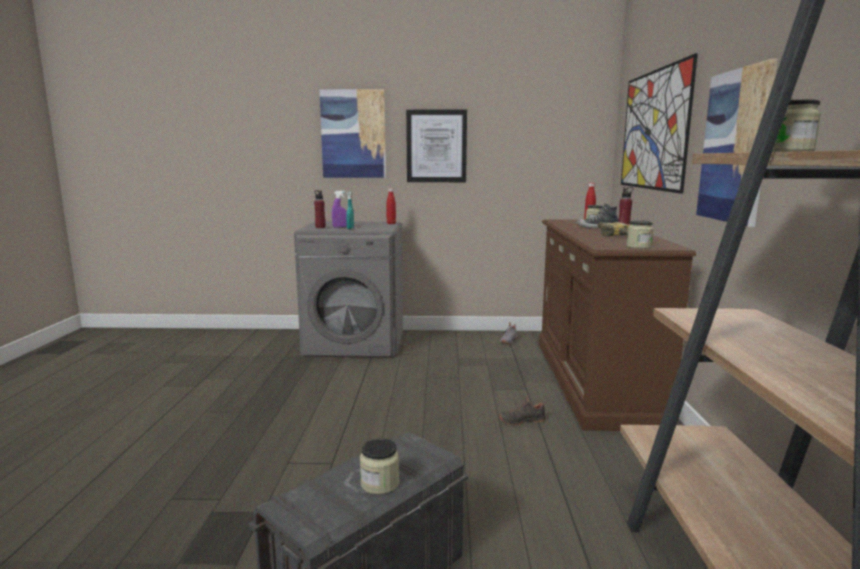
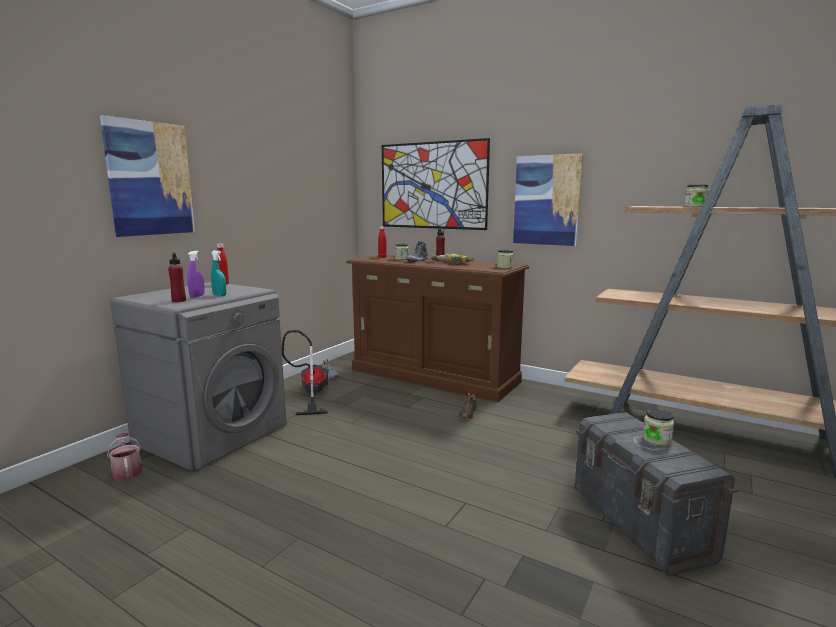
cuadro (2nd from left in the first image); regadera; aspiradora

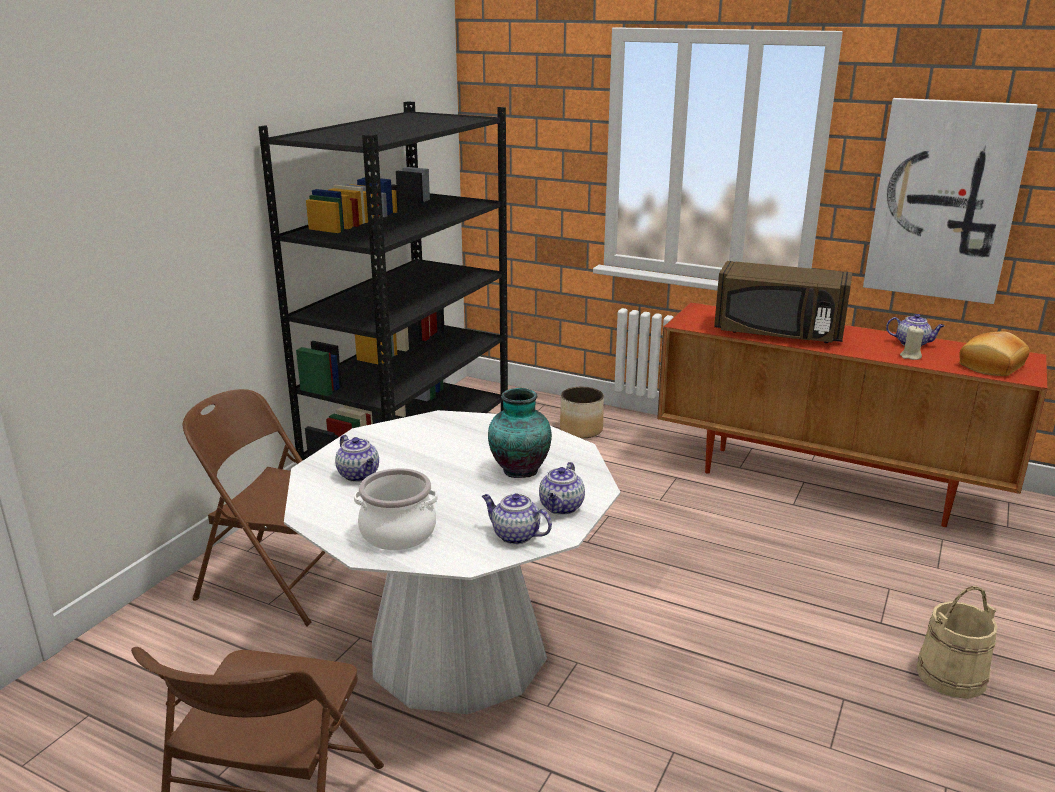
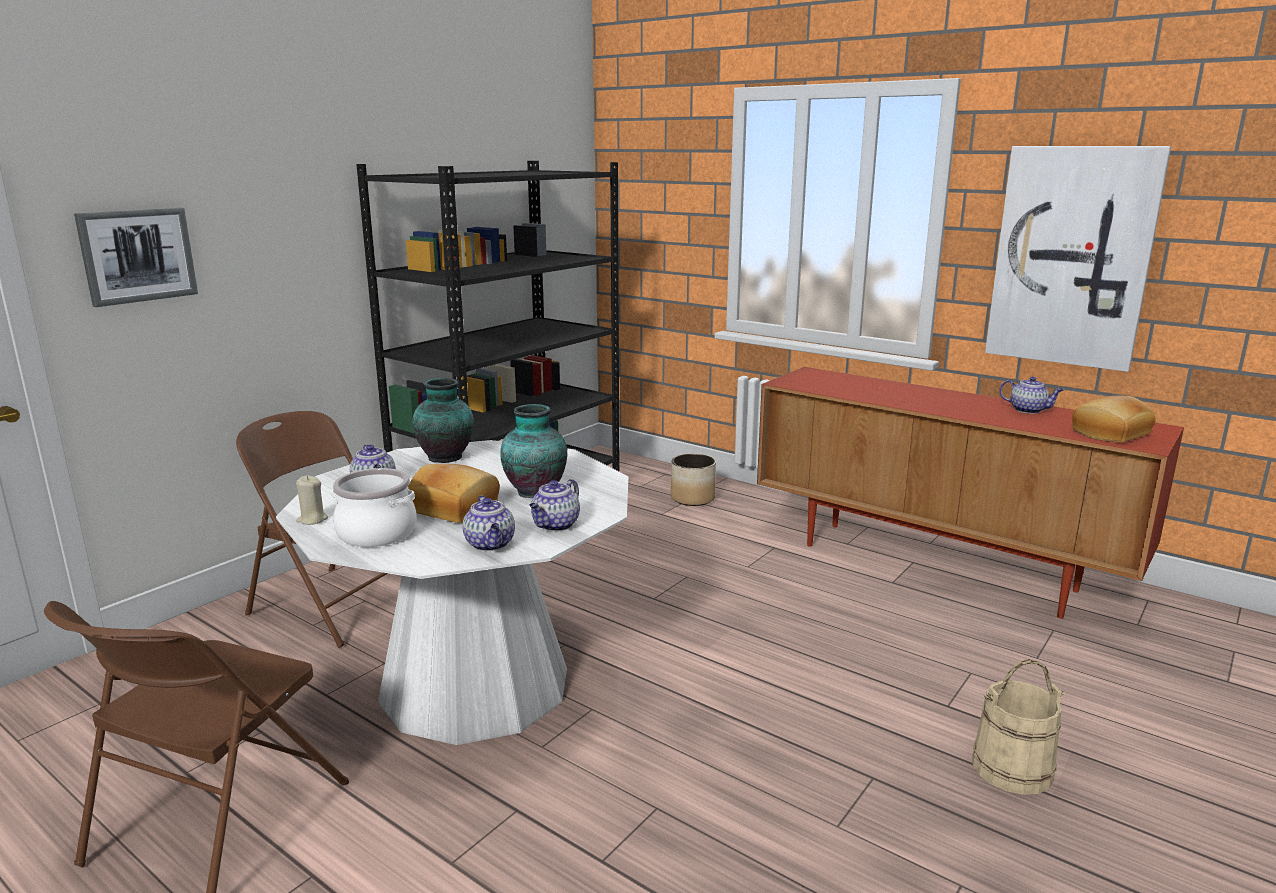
microondas/marrón; cuadro (1st from left); pan (1st from left); florero (1st from left); vela/beis; tetera (2nd from left)

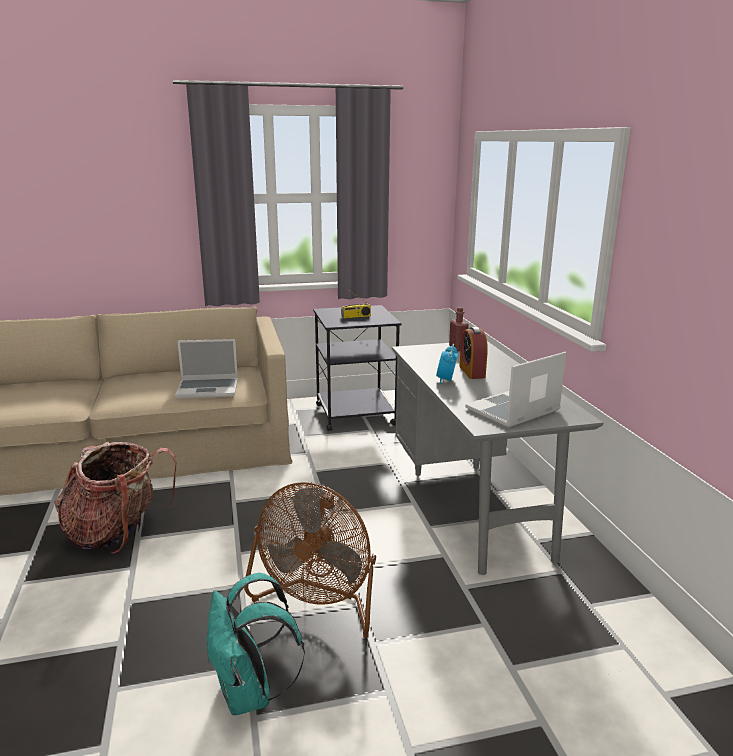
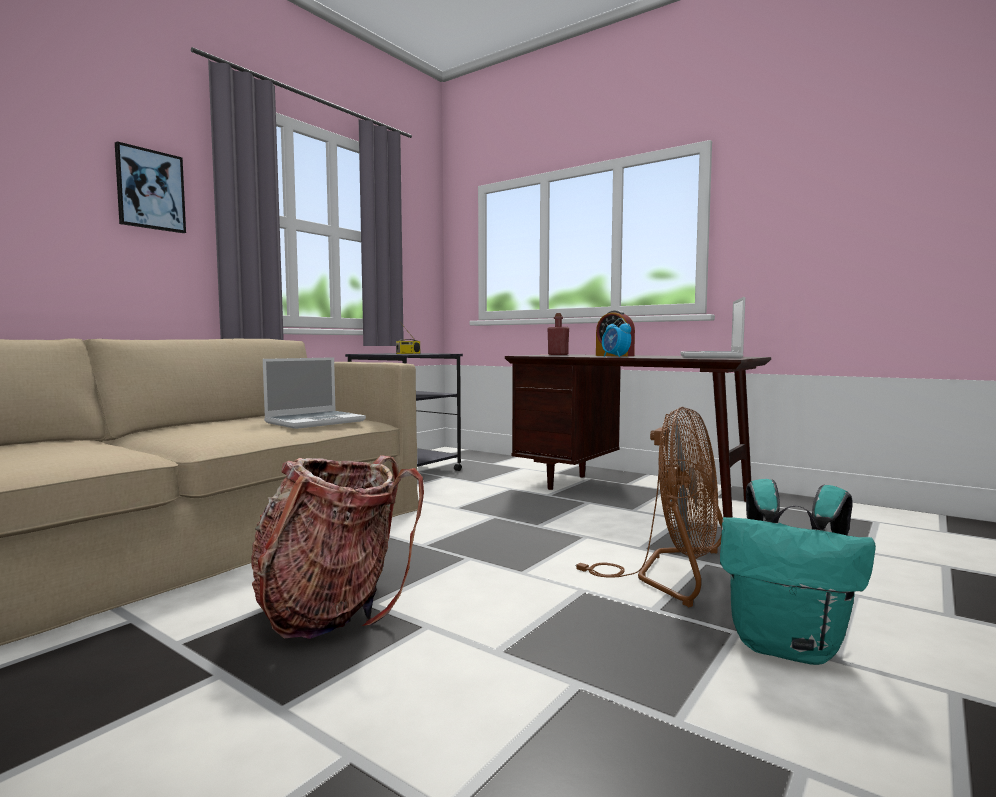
cuadro; escritorio/marrón; ventilador/marrón

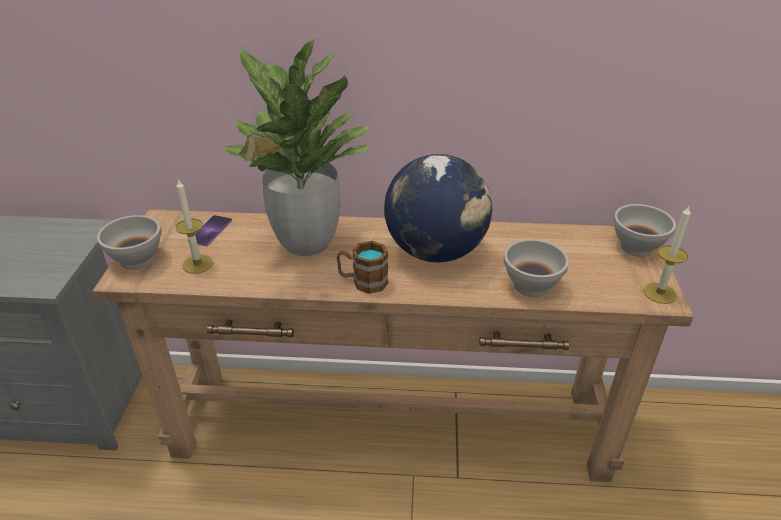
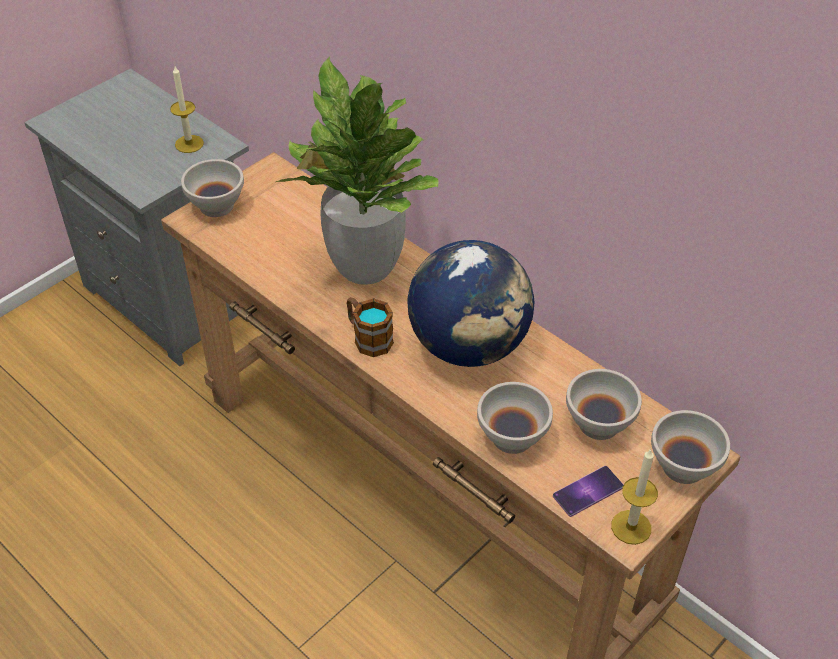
cuenco/blanco (3rd from left); vela (1st from left); móvil

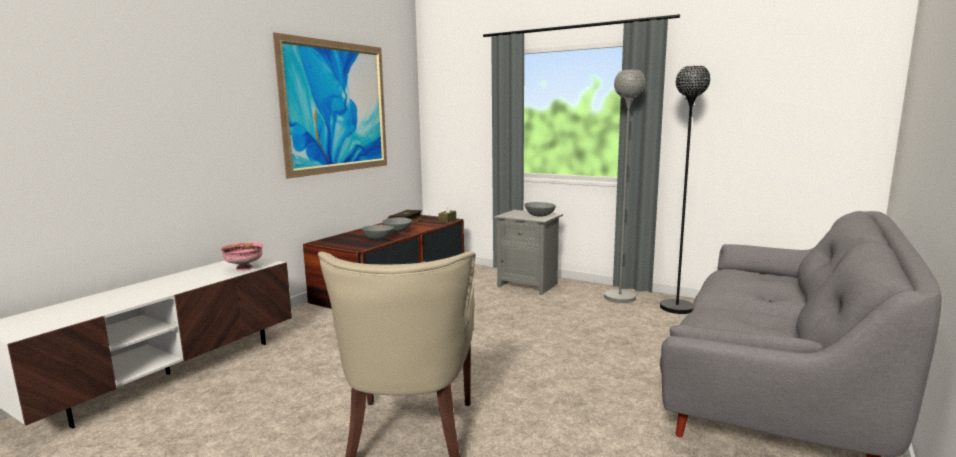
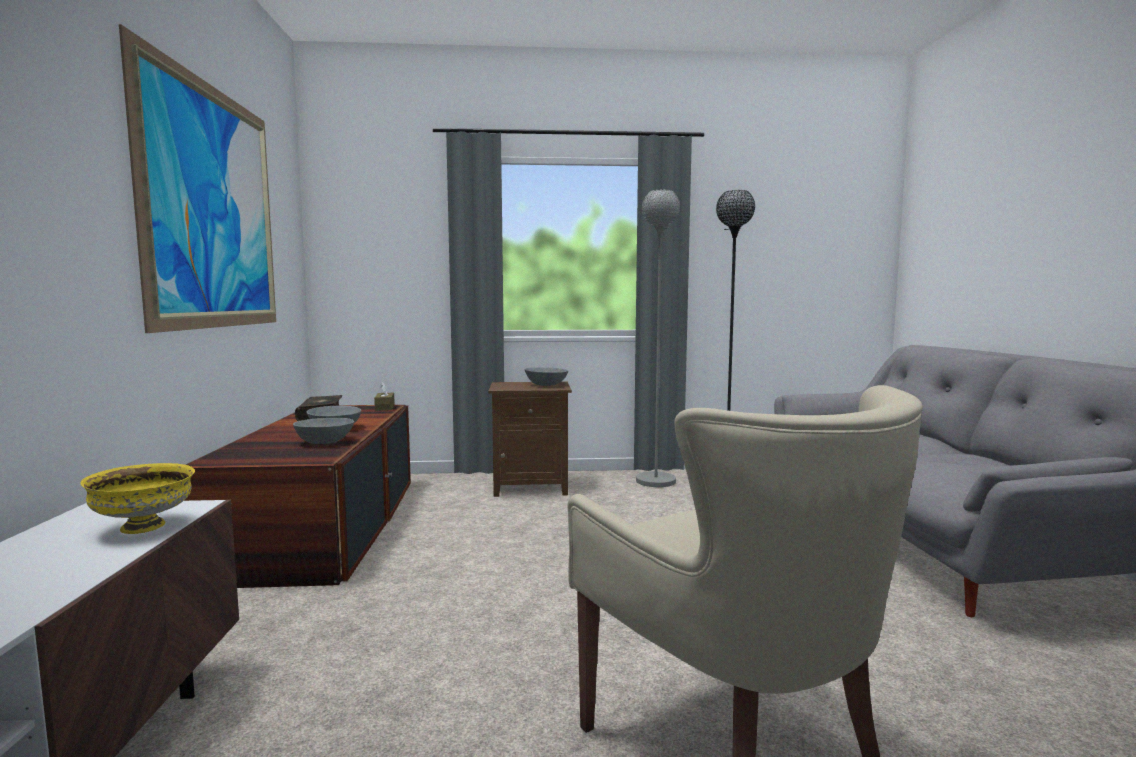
cuenco/amarillo; mesita de noche/marrón

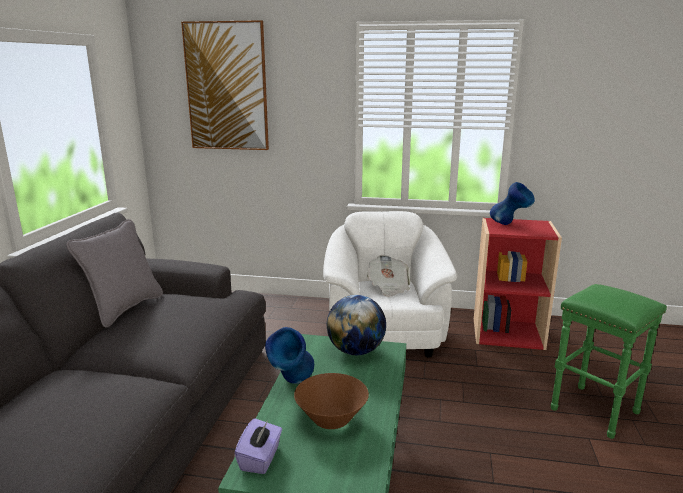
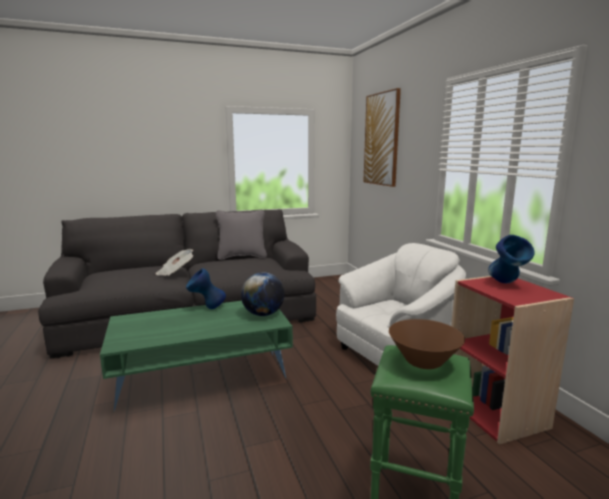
caja de pañuelos/morado; cuenco/marrón; periódico

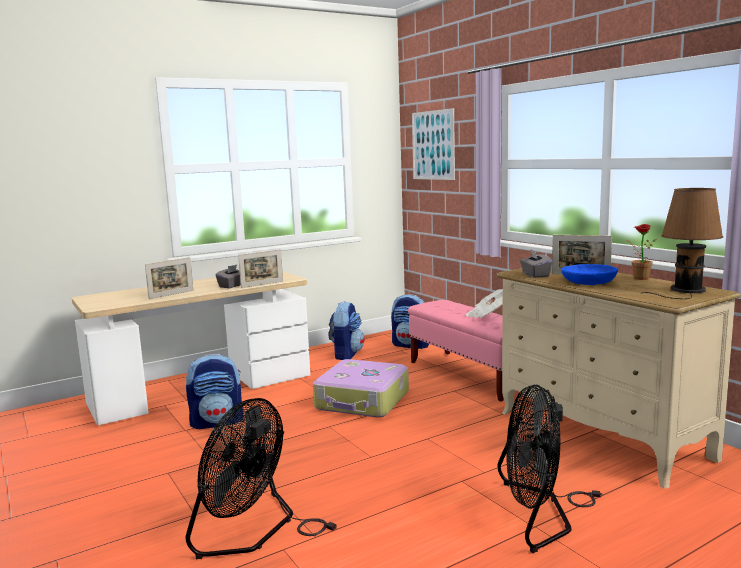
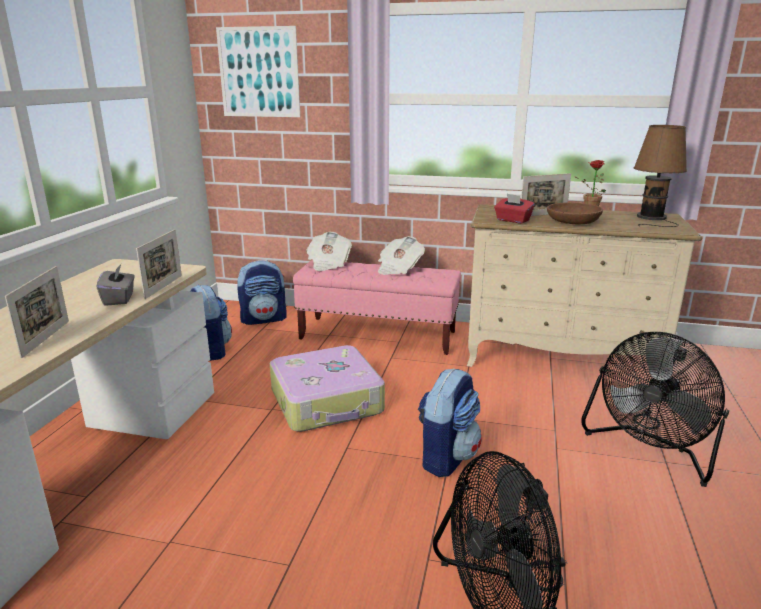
periódico (1st from left); mochila (3rd from left); caja de pañuelos/rojo; cuenco/marrón

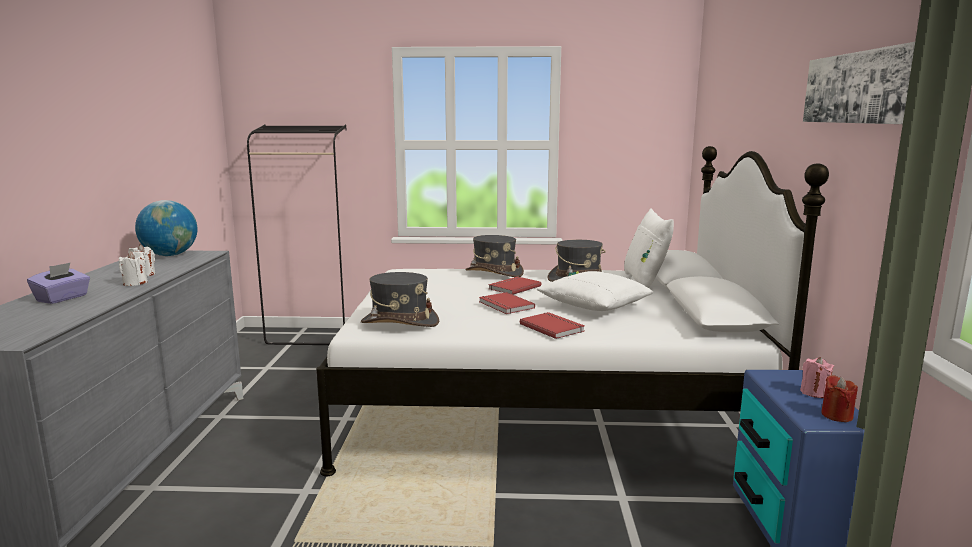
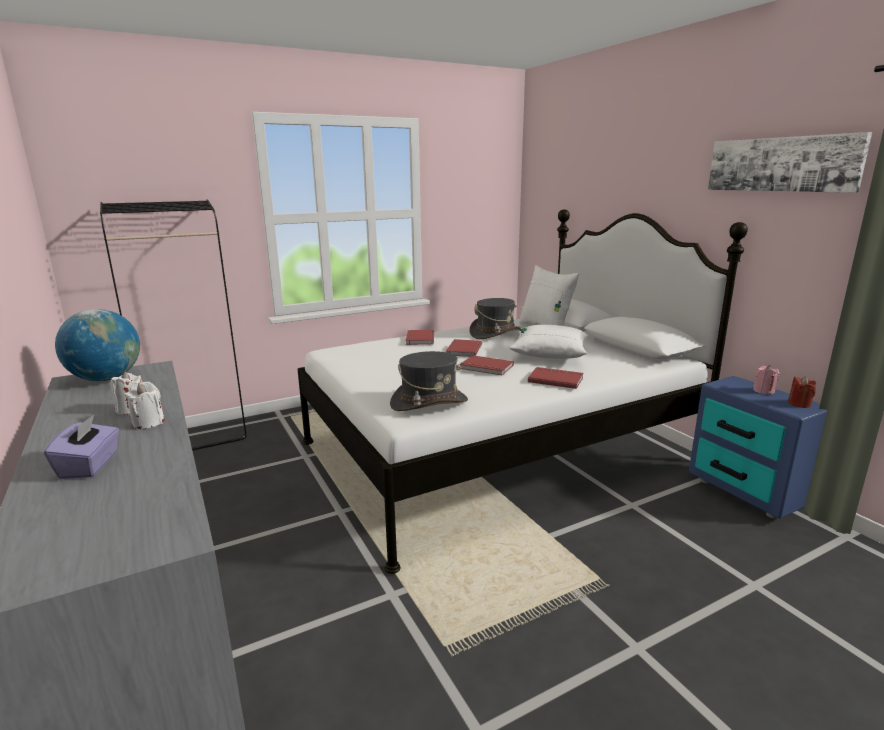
libro/rojo (1st from left)

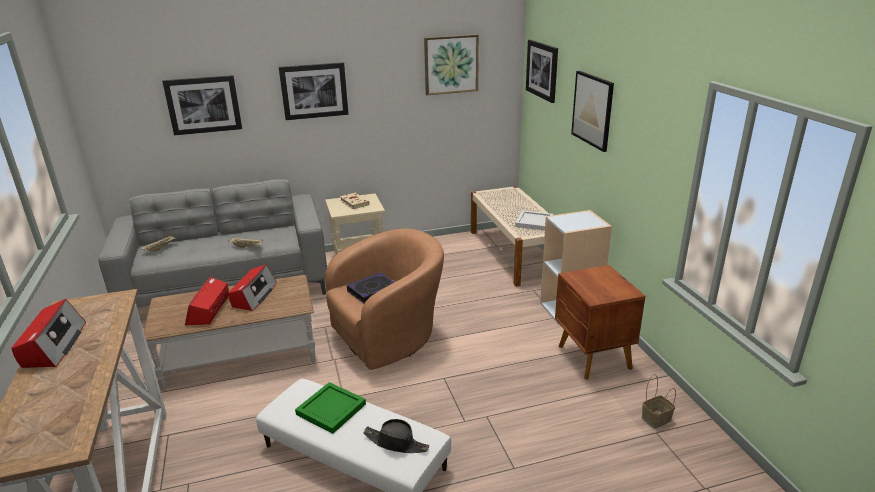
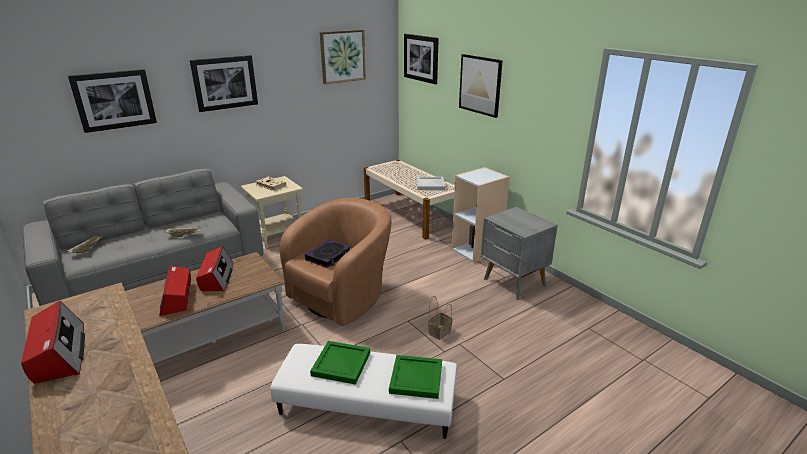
cesta; bandeja/verde (2nd from left); mesita de noche/gris

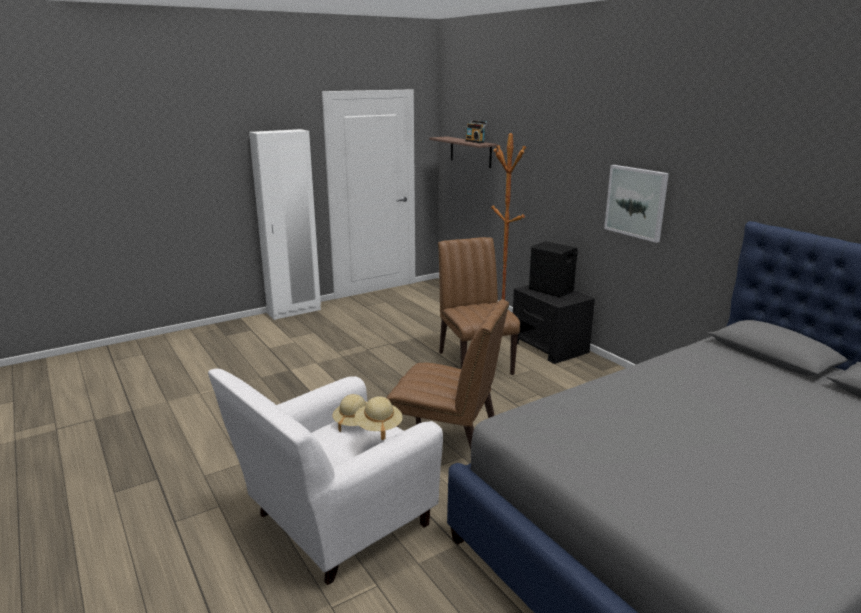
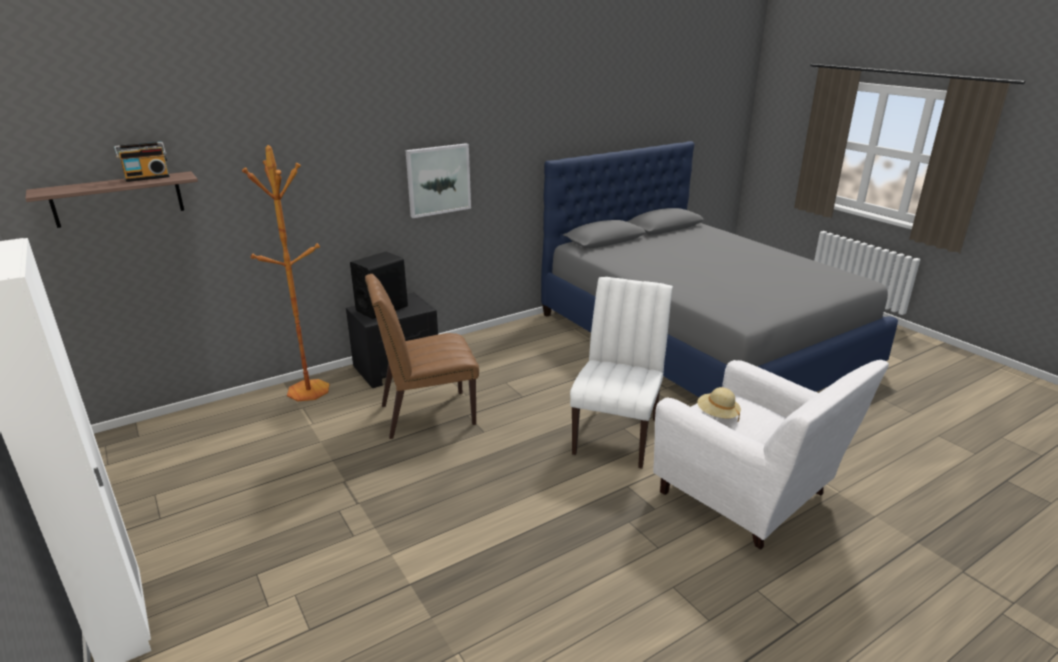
sombrero/beis (2nd from left in the first image); silla/blanco

